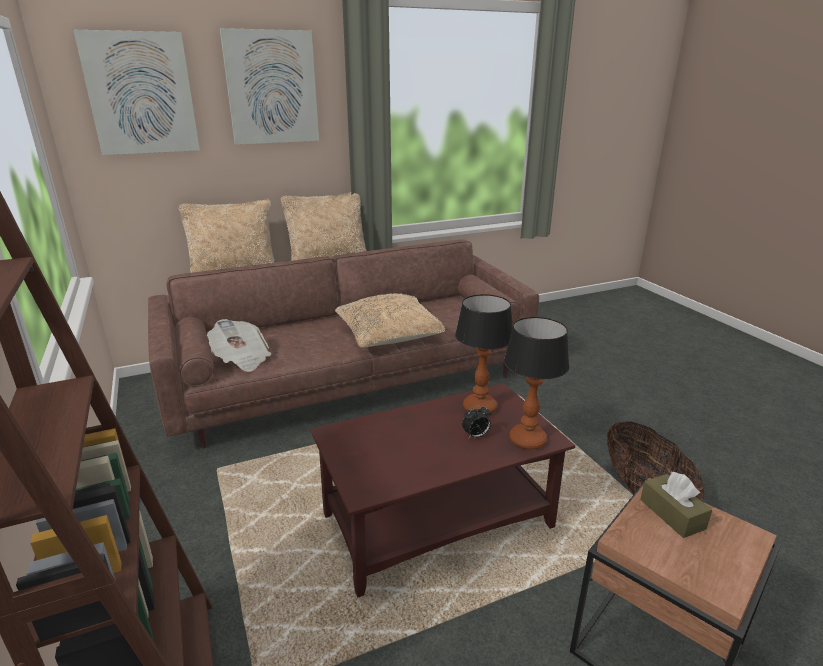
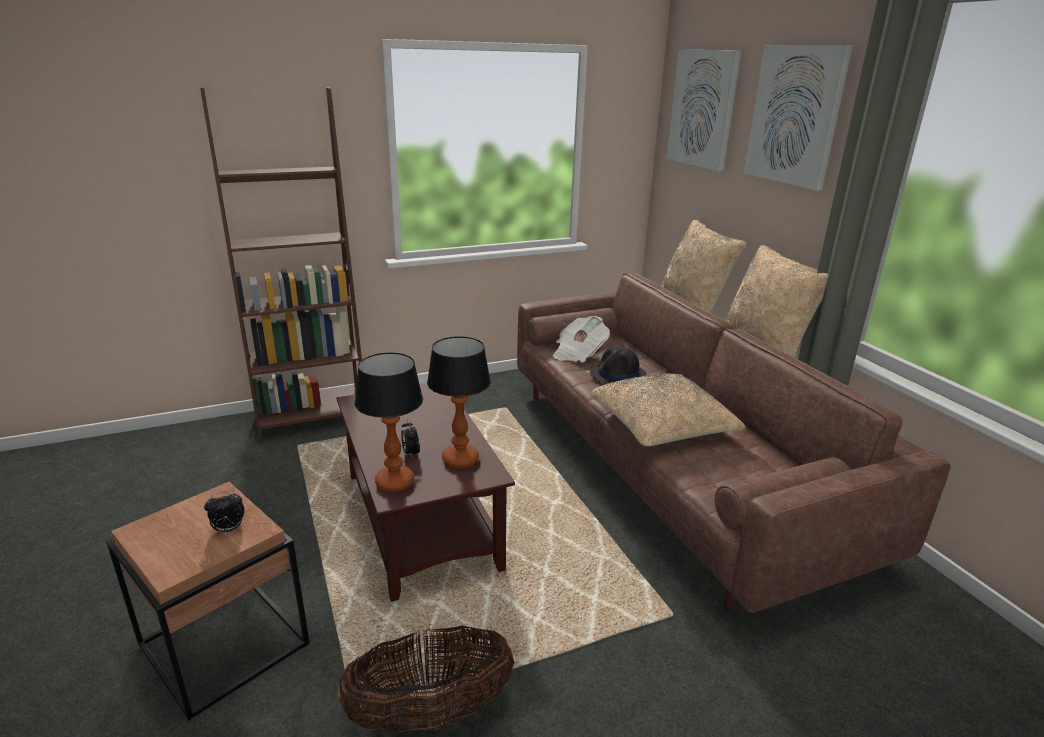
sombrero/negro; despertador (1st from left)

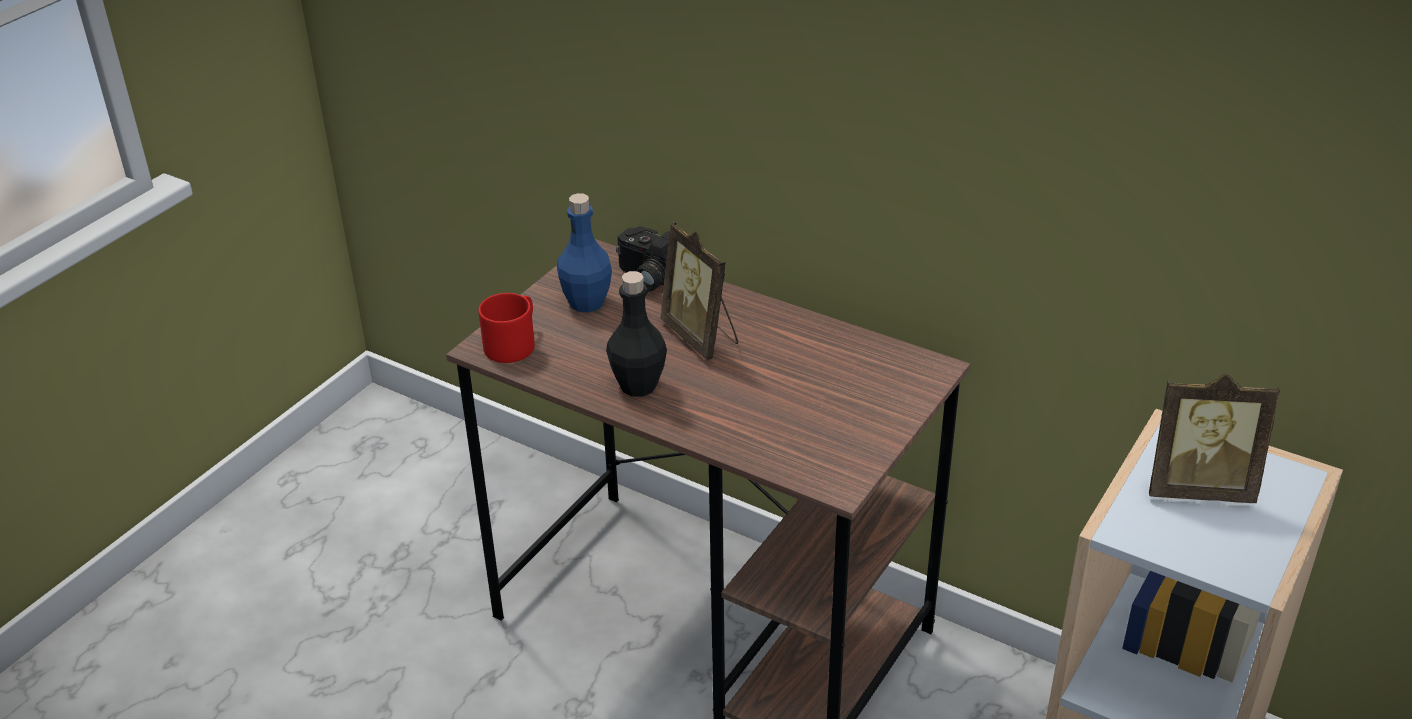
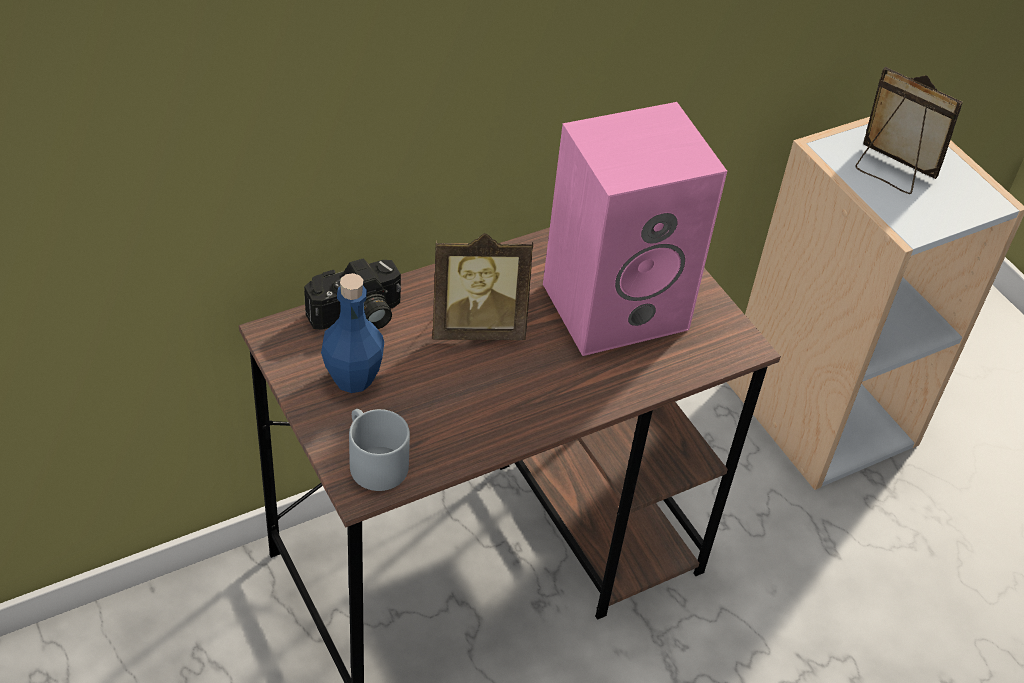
botella/negro; altavoz/rosa; taza grande/gris; portarretratos (2nd from left)

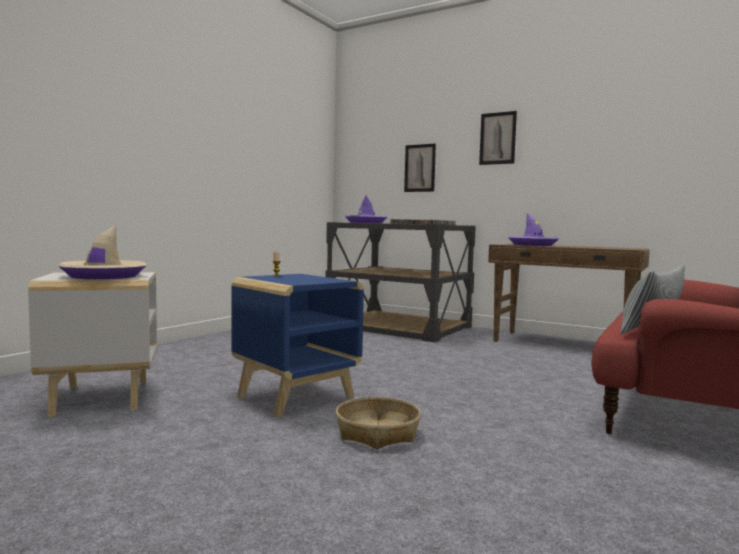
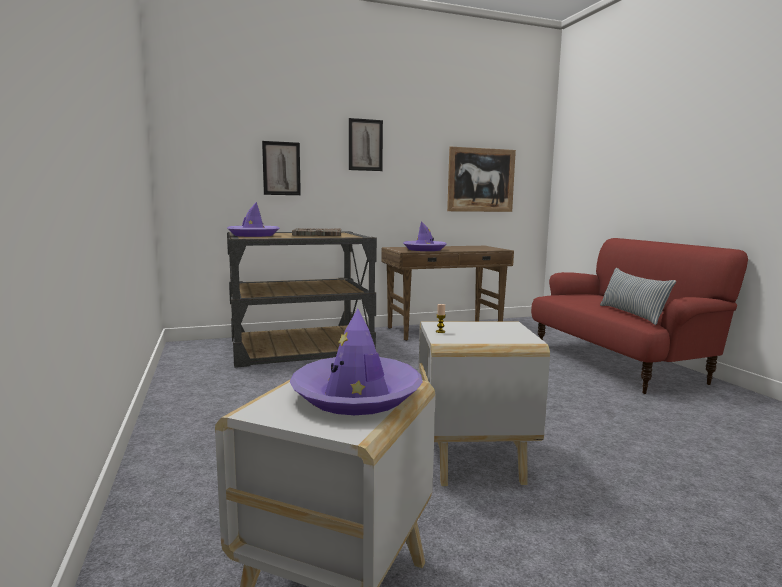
cesta; cuadro (3rd from left); sombrero/morado (2nd from left); mesa auxiliar/blanco (2nd from left)

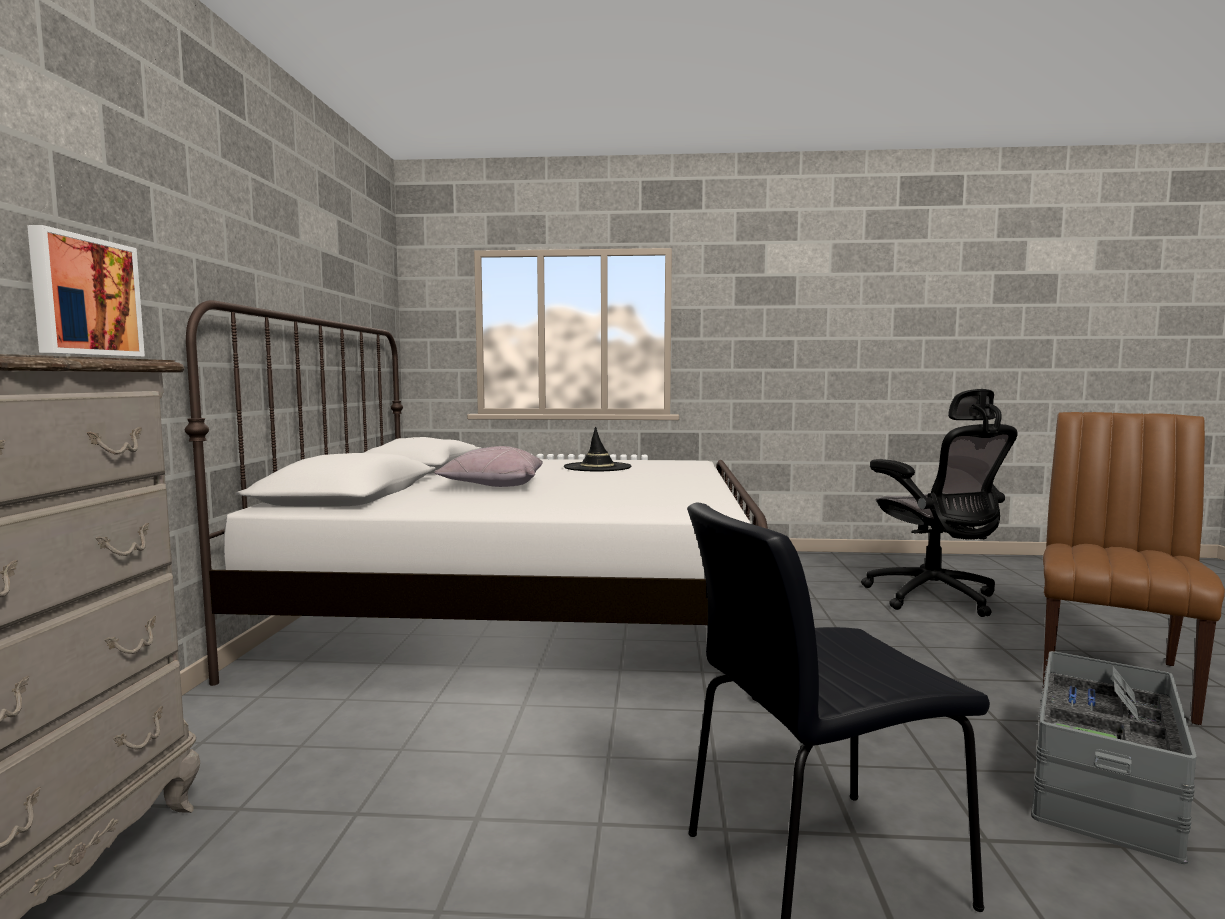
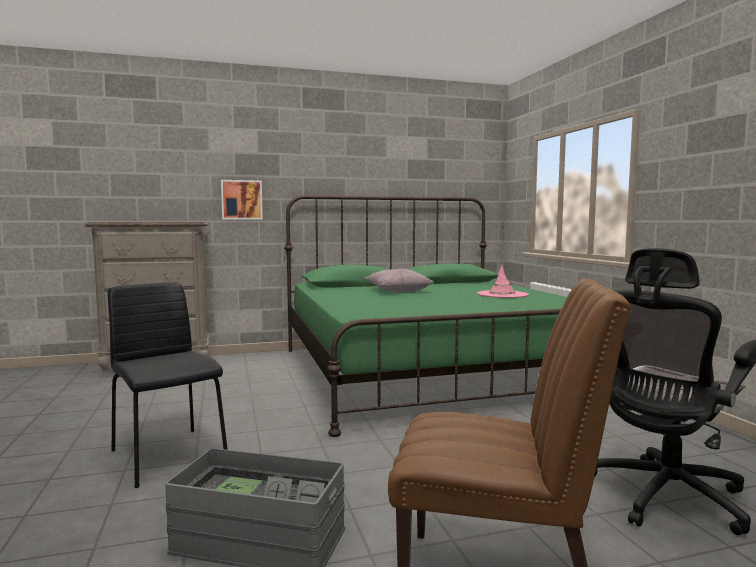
cama/verde; sombrero/rosa

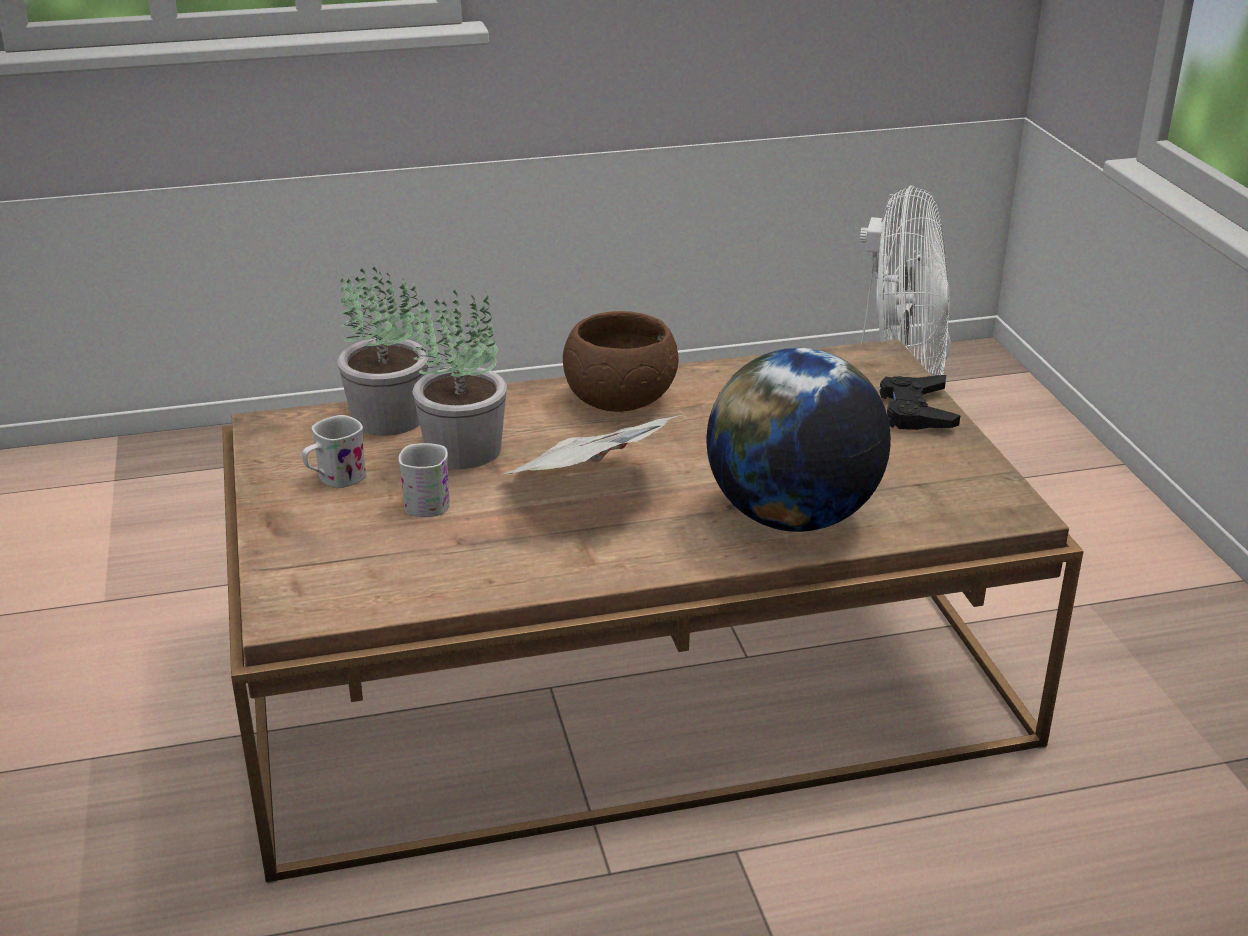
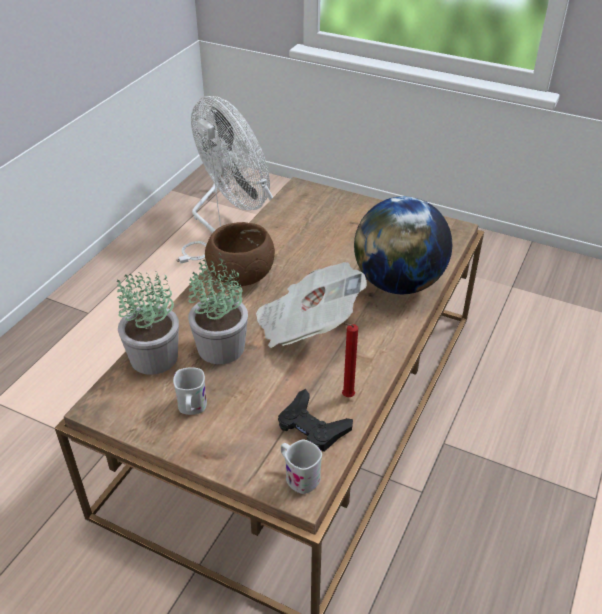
vela/rojo; taza grande/blanco (2nd from left); mando de consola/negro

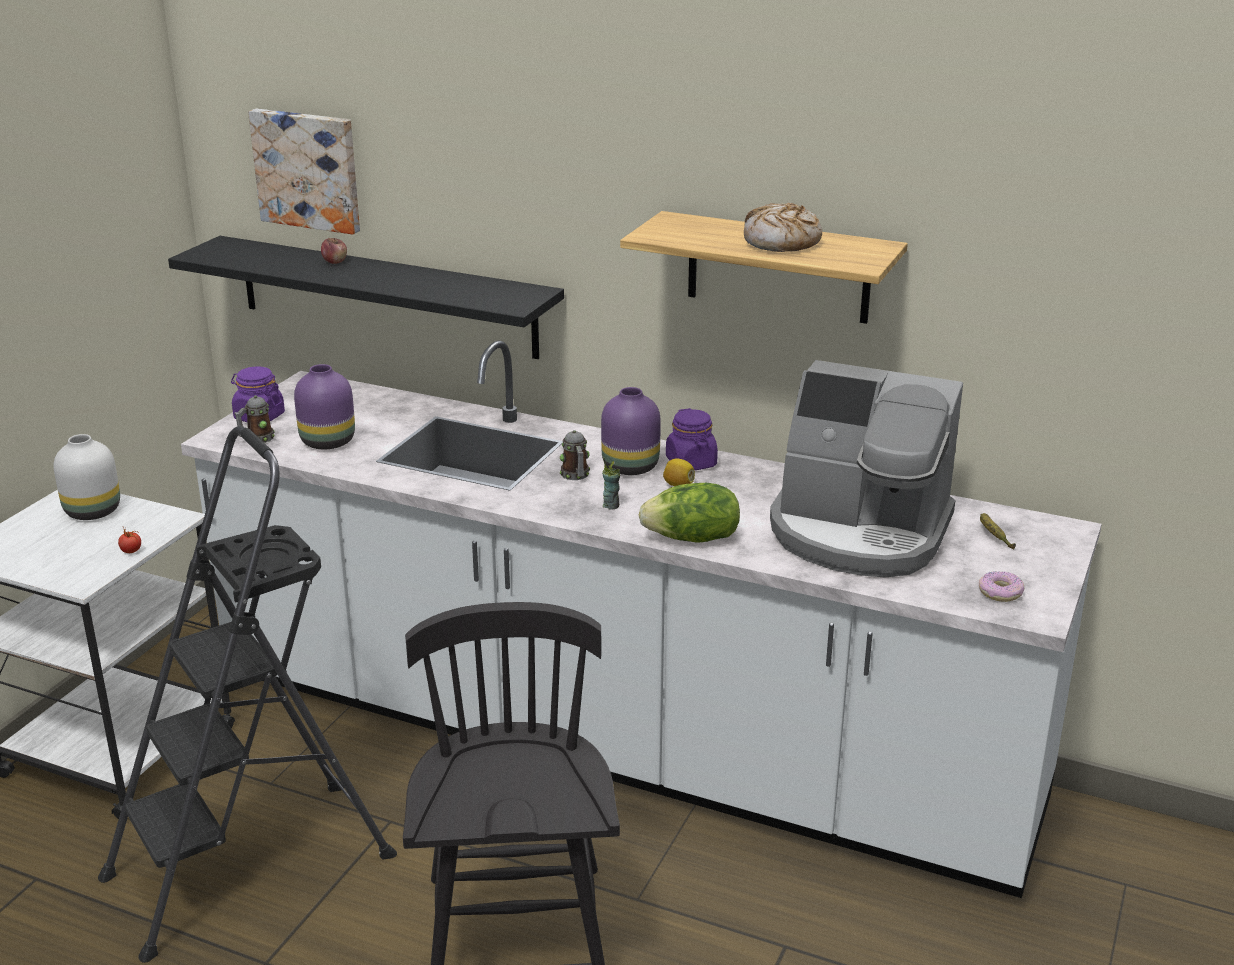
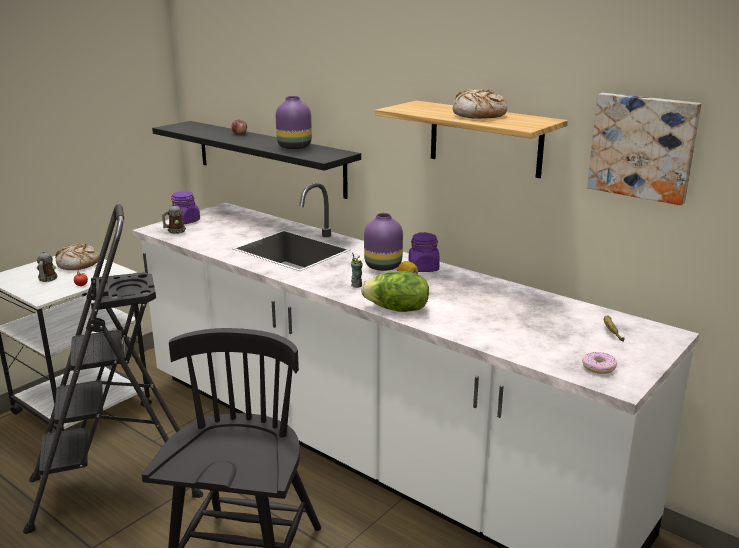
cafetera; cuadro; florero/morado (1st from left); taza grande (1st from left); pan (1st from left)

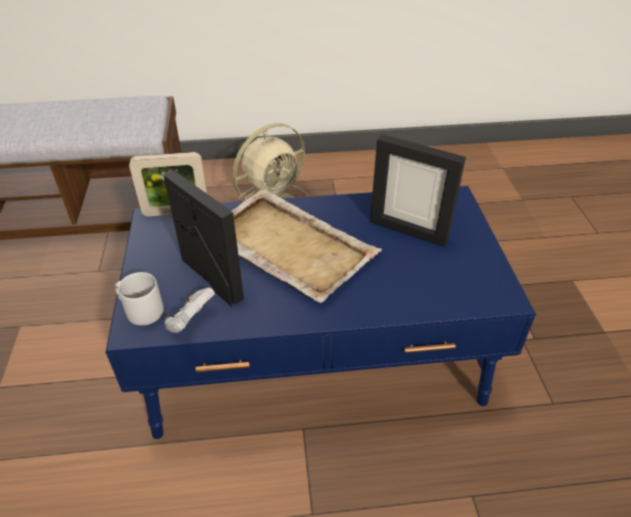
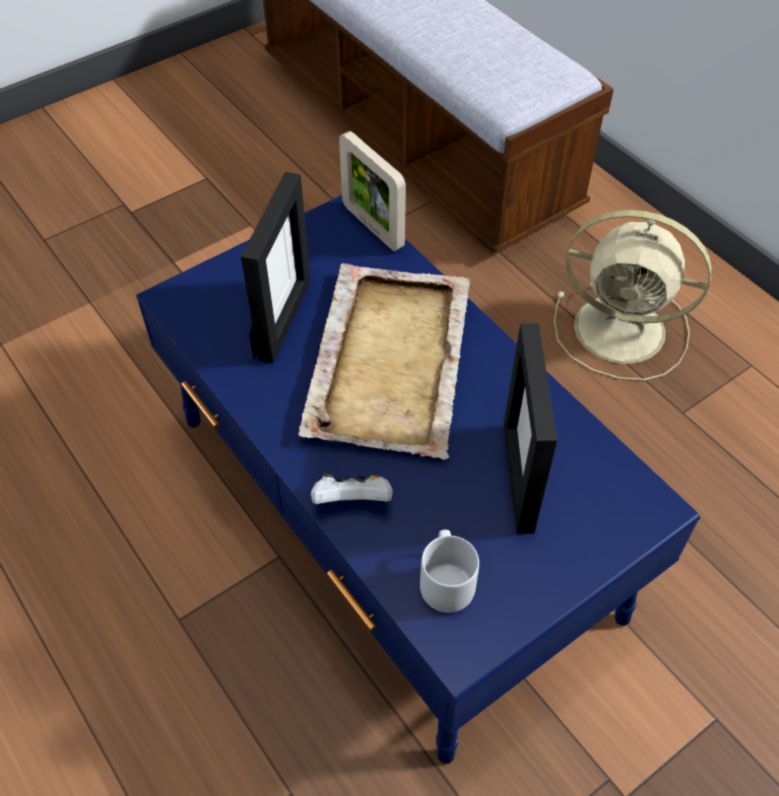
taza grande/gris; mando de consola/blanco

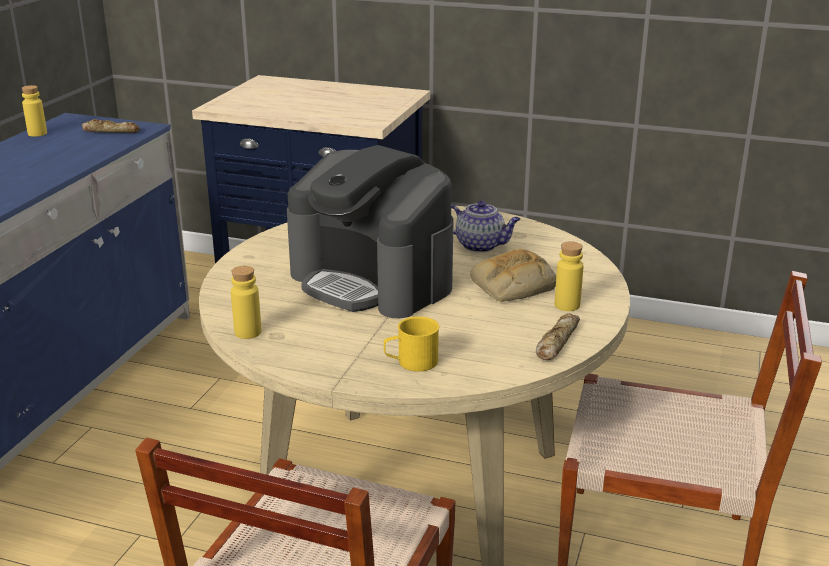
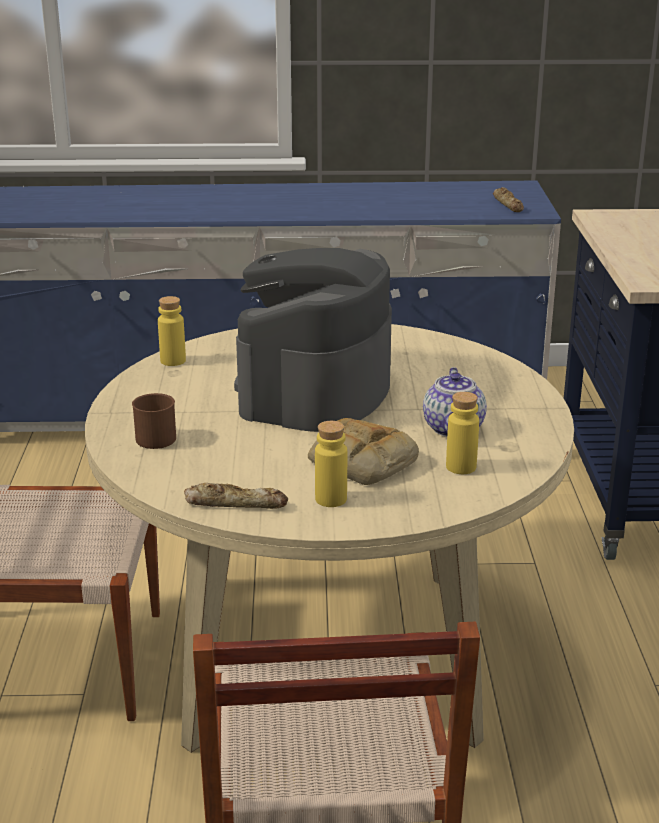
botella/amarillo (3rd from left); taza grande/marrón

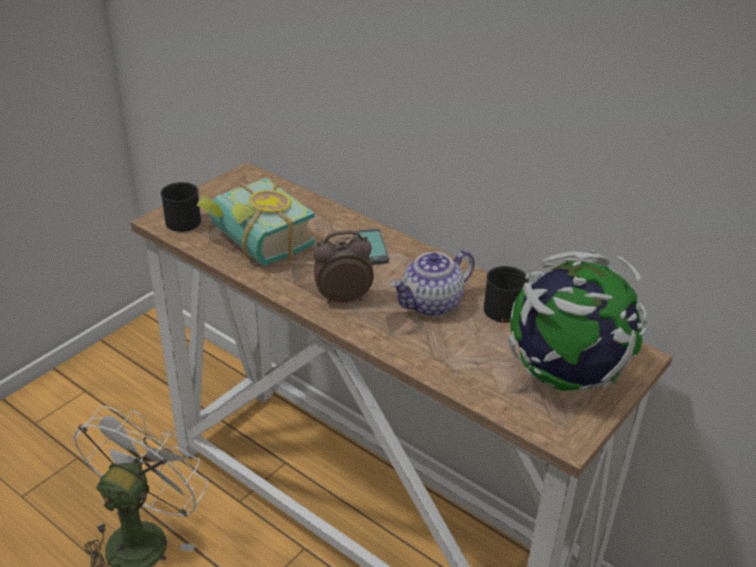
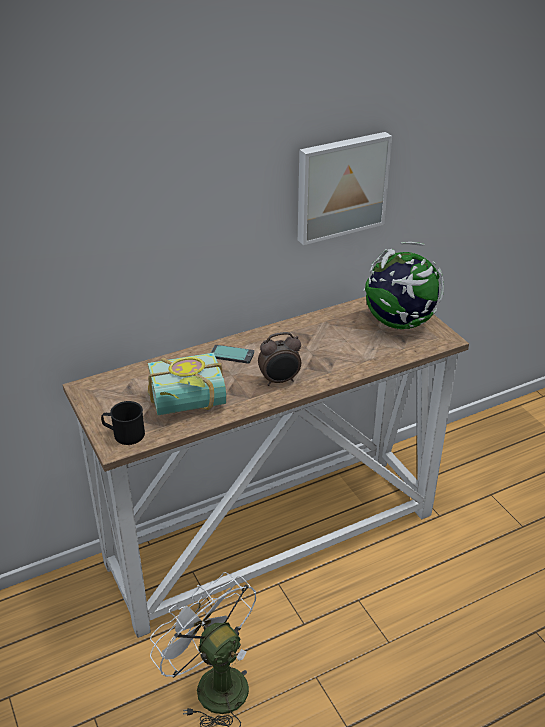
tetera; taza grande/negro (2nd from left in the first image); cuadro; despertador

